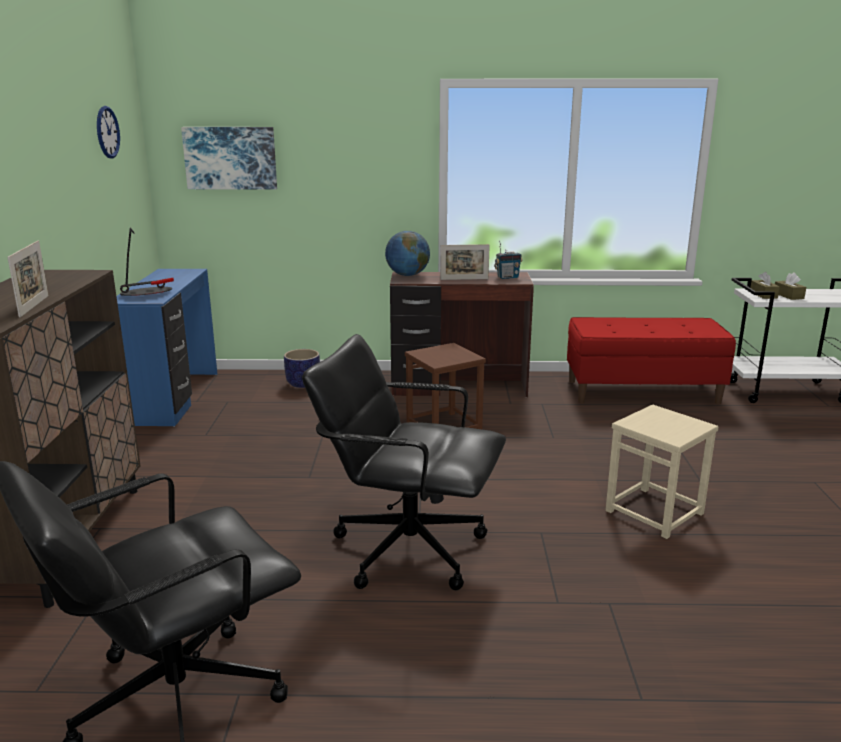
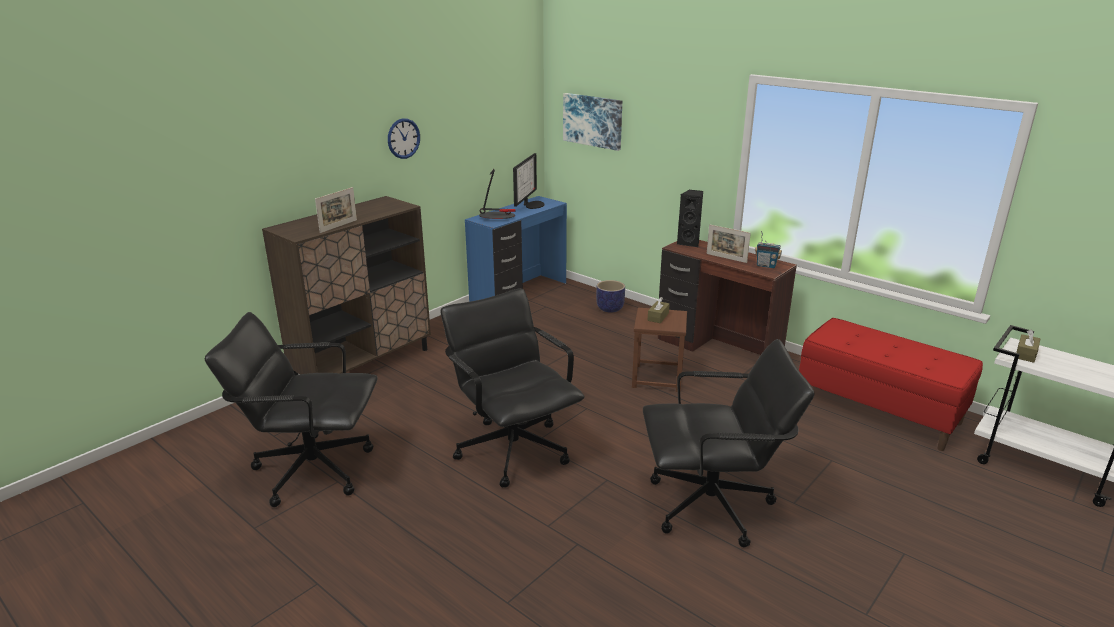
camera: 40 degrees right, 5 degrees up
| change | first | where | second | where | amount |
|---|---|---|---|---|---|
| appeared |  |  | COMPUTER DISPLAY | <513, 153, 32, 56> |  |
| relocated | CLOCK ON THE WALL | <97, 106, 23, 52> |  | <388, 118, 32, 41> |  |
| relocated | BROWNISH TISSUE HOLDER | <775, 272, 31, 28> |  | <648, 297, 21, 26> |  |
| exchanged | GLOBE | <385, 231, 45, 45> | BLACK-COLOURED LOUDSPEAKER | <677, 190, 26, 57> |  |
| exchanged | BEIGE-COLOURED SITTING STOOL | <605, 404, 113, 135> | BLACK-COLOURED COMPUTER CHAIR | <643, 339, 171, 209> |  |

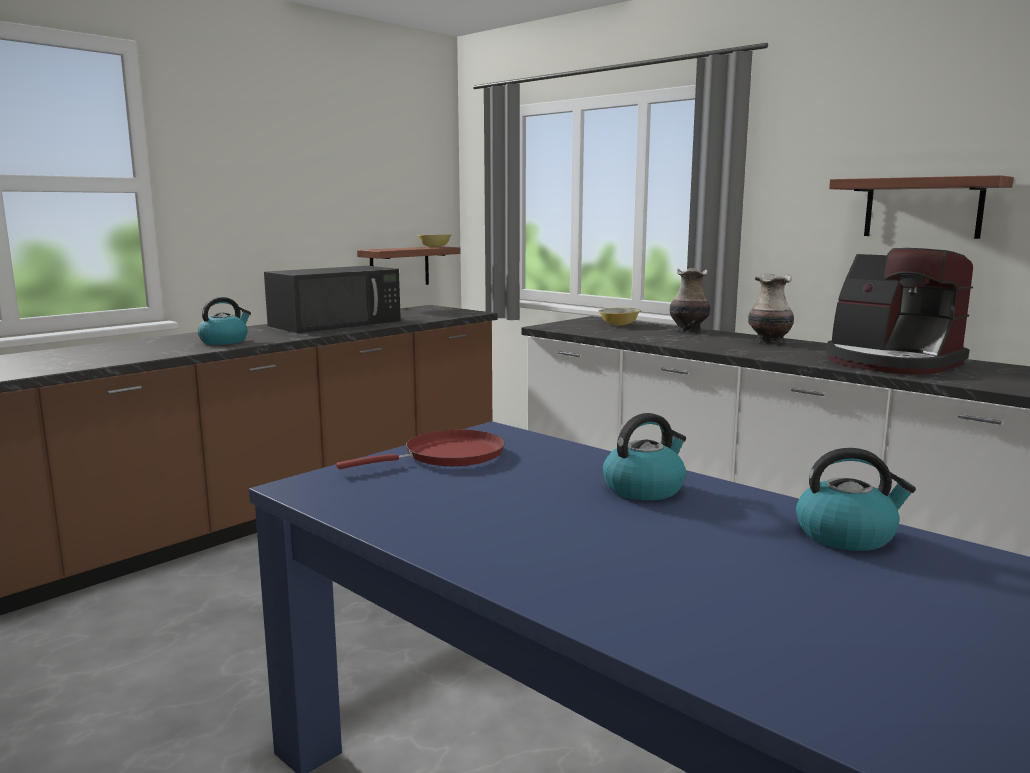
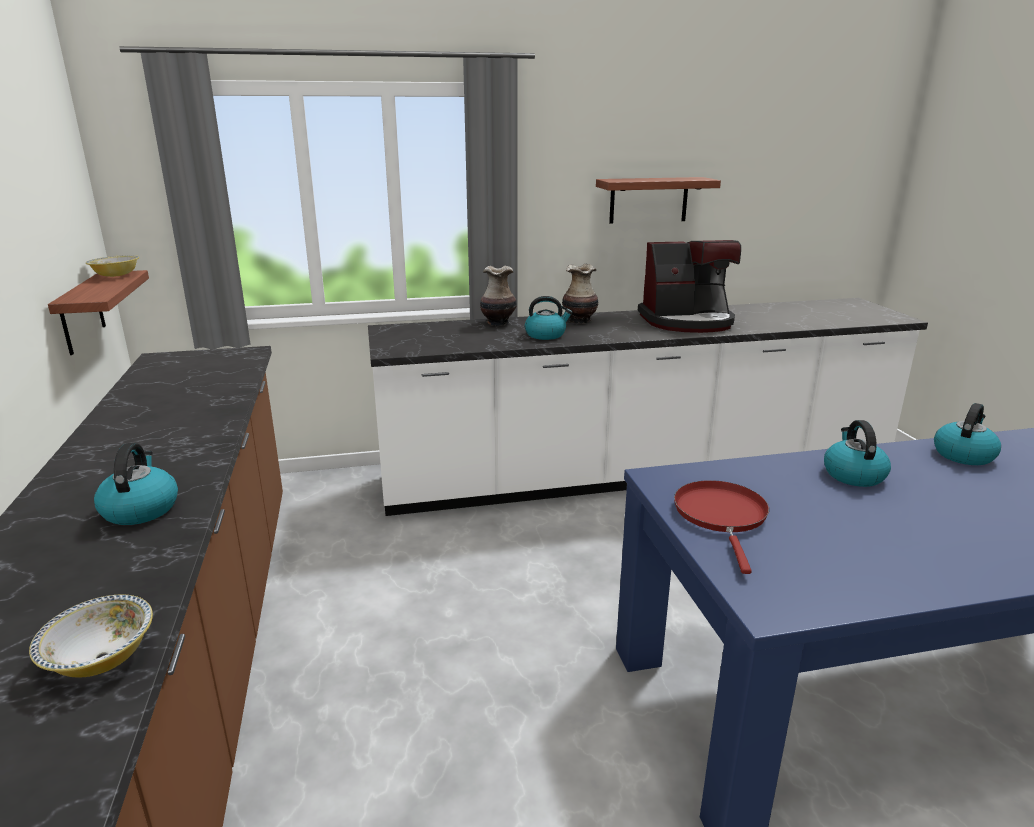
camera: 55 degrees left, 10 degrees up
| change | first | where | second | where | amount |
|---|---|---|---|---|---|
| missing | BLACK-COLOURED MICROWAVE OVEN | <264, 266, 137, 67> |  |  |  |
| appeared |  |  | WATER KETTLE | <525, 296, 48, 44> |  |
| relocated | BOWL | <598, 308, 43, 17> |  | <29, 595, 124, 82> |  |

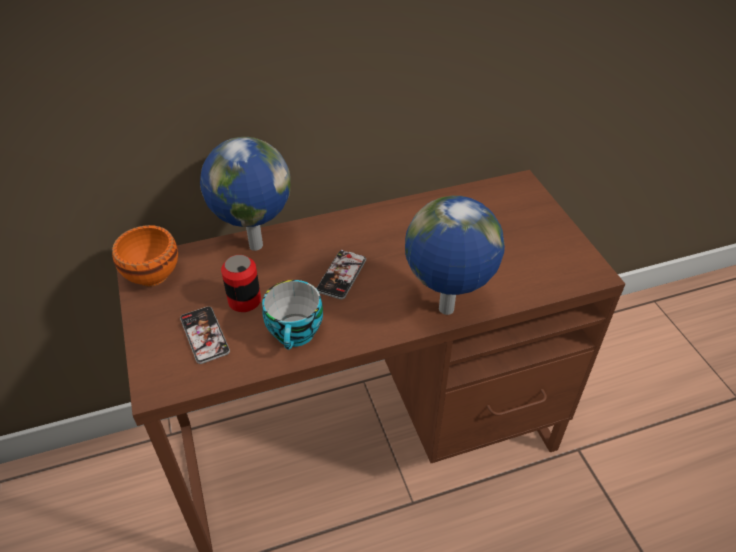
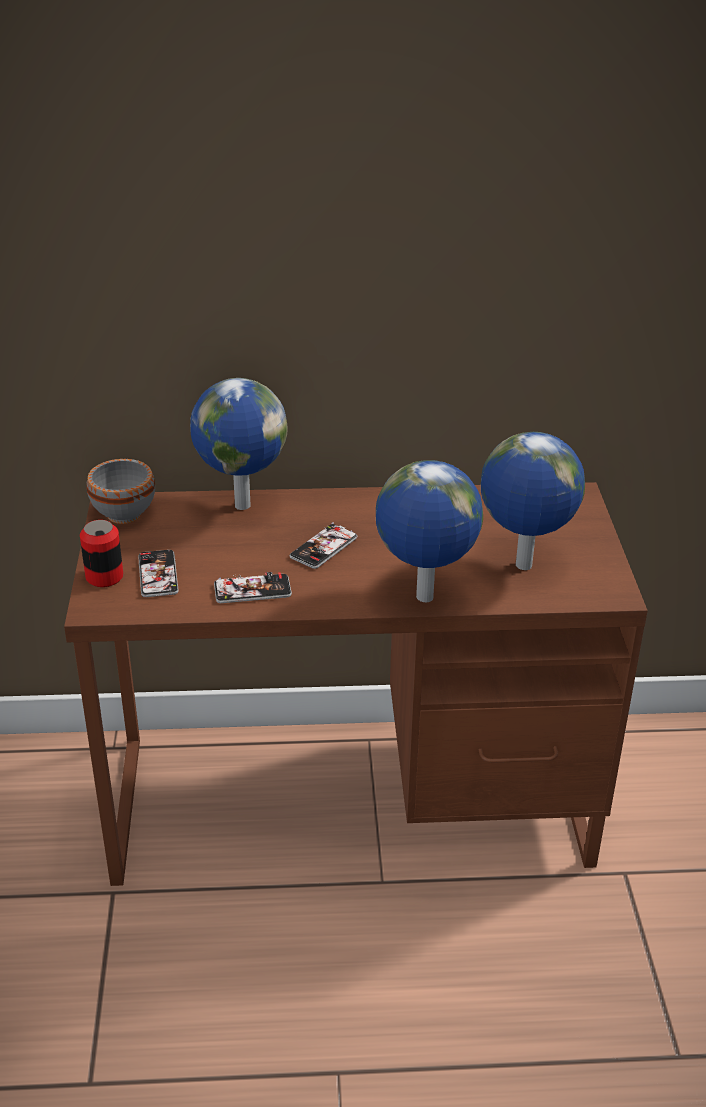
camera: 15 degrees right, 10 degrees down
| change | first | where | second | where | amount |
|---|---|---|---|---|---|
| appeared |  |  | GLOBE | <481, 432, 104, 138> |  |
| relocated | CAN | <221, 255, 40, 57> |  | <80, 520, 43, 67> |  |
| exchanged | DRINKING CUP | <262, 280, 61, 70> | PHONE | <214, 572, 78, 31> |  |
| colour | ORANGE BOWL | <112, 225, 66, 62> | GREYISH BOWL | <87, 459, 68, 65> |  |

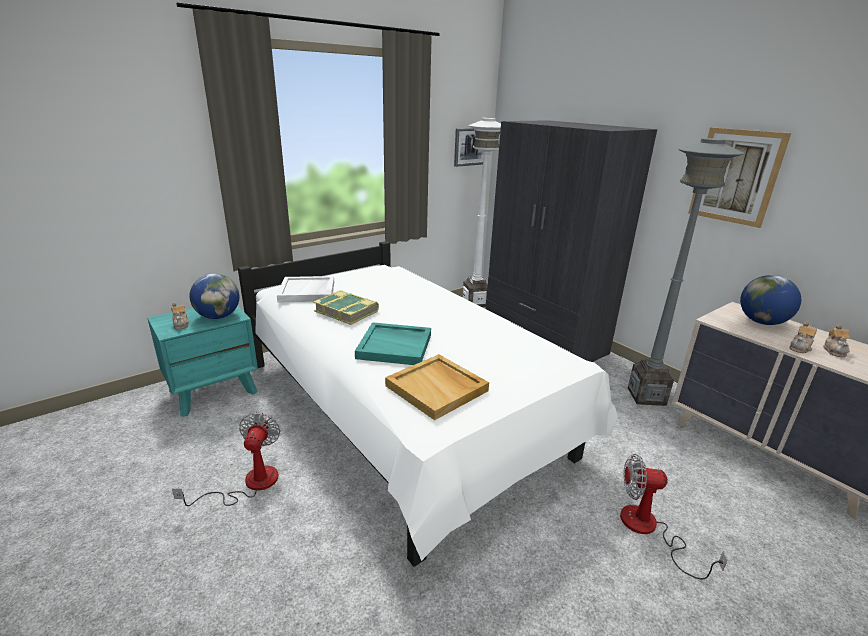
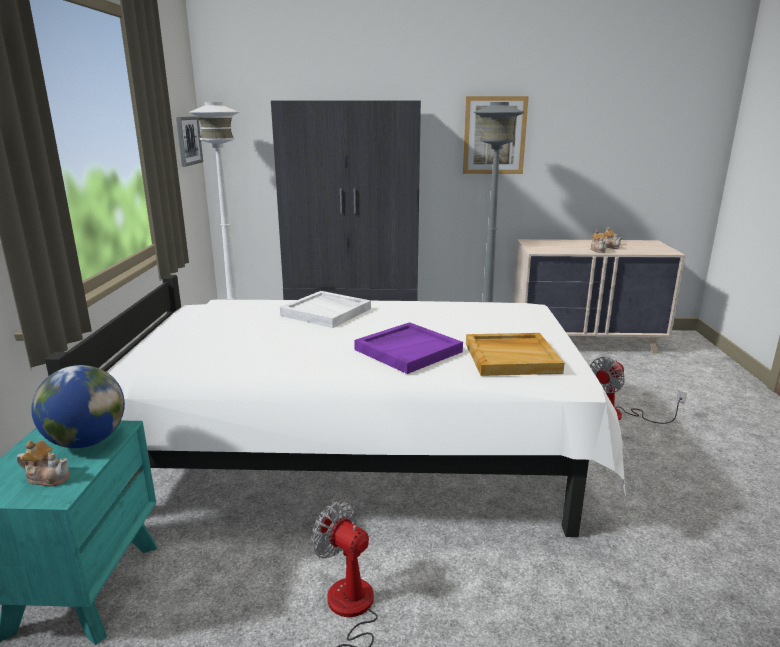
camera: 50 degrees left, 5 degrees down
| change | first | where | second | where | amount |
|---|---|---|---|---|---|
| missing | VOLUME | <313, 290, 66, 35> |  |  |  |
| missing | GLOBE | <740, 275, 61, 50> |  |  |  |
| relocated | WHITE-COLOURED CARRYING TRAY | <277, 276, 57, 27> |  | <280, 291, 91, 37> |  |
| colour | BLUE-GREEN CARRYING TRAY | <355, 322, 76, 43> | PURPLISH CARRYING TRAY | <354, 322, 109, 52> |  |

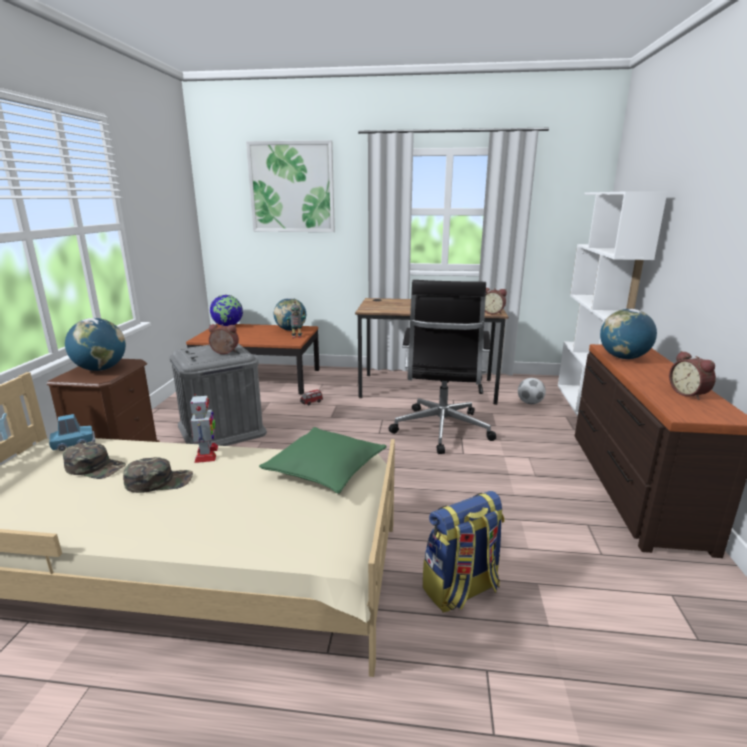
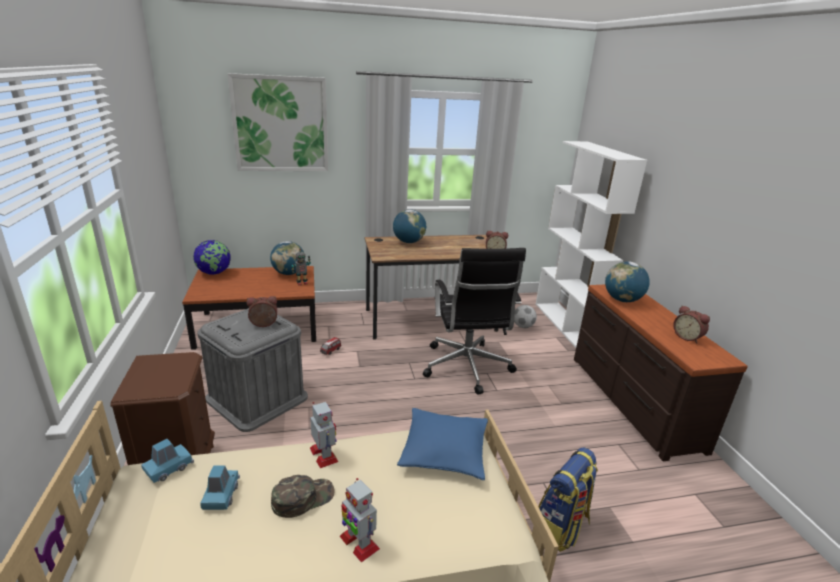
camera: 20 degrees left, 5 degrees up
| change | first | where | second | where | amount |
|---|---|---|---|---|---|
| appeared |  |  | TOY ROBOT | <340, 478, 40, 85> |  |
| relocated | GLOBE | <65, 318, 61, 53> |  | <393, 209, 33, 34> |  |
| exchanged | GREEN-COLOURED CAP | <63, 442, 63, 37> | BLUE-COLOURED MINIATURE CAR | <200, 466, 40, 44> |  |
| colour | GREEN-COLOURED THROW PILLOW | <259, 427, 128, 66> | BLUE-COLOURED THROW PILLOW | <397, 408, 91, 72> |  |

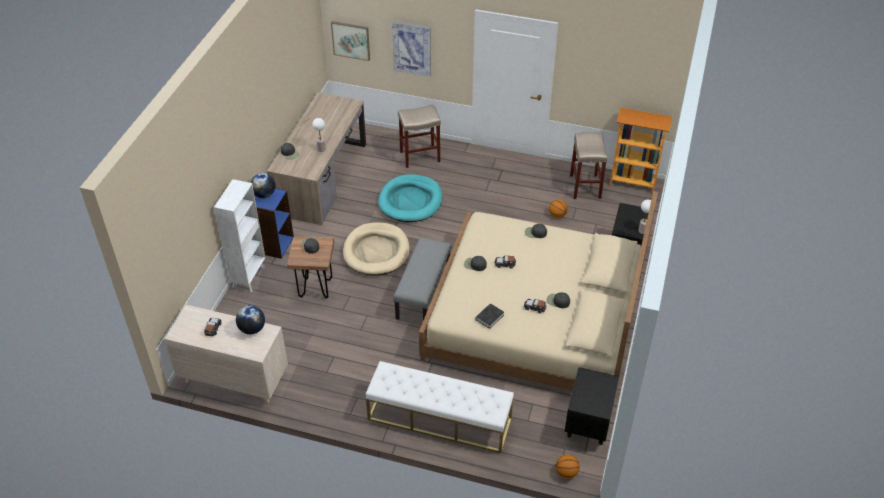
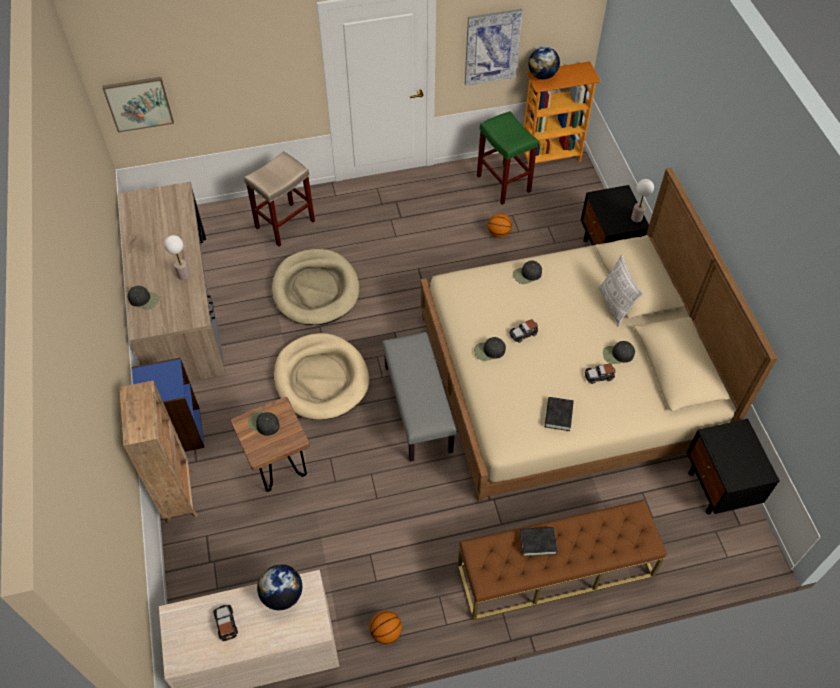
camera: 30 degrees left, 10 degrees up
| change | first | where | second | where | amount |
|---|---|---|---|---|---|
| appeared |  |  | BLACK-COLOURED VOLUME | <520, 527, 38, 29> |  |
| appeared |  |  | THROW PILLOW | <598, 255, 45, 72> |  |
| relocated | GLOBE | <250, 173, 26, 25> |  | <528, 47, 32, 32> |  |
| relocated | WALL ART | <392, 21, 39, 56> |  | <465, 9, 58, 77> |  |
| relocated | BASKETBALL BALL | <556, 454, 24, 25> |  | <370, 611, 32, 33> |  |
| colour | WHITE-COLOURED SHELVING UNIT | <214, 179, 52, 113> | BROWNISH SHELVING UNIT | <120, 380, 78, 144> |  |
| colour | WHITE-COLOURED BENCH | <366, 361, 148, 92> | BROWNISH BENCH | <458, 500, 209, 120> |  |
| colour | BLUE-GREEN DOG BED | <378, 174, 64, 49> | BEIGE-COLOURED DOG BED | <272, 249, 87, 76> |  |
| colour | BEIGE-COLOURED SITTING STOOL | <570, 132, 37, 67> | GREEN-COLOURED SITTING STOOL | <477, 111, 61, 94> |  |

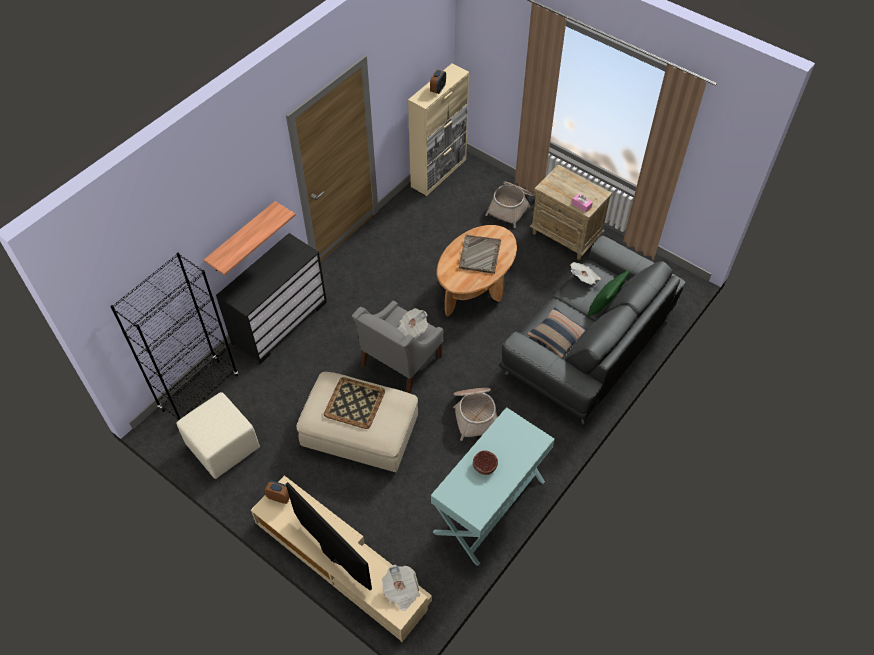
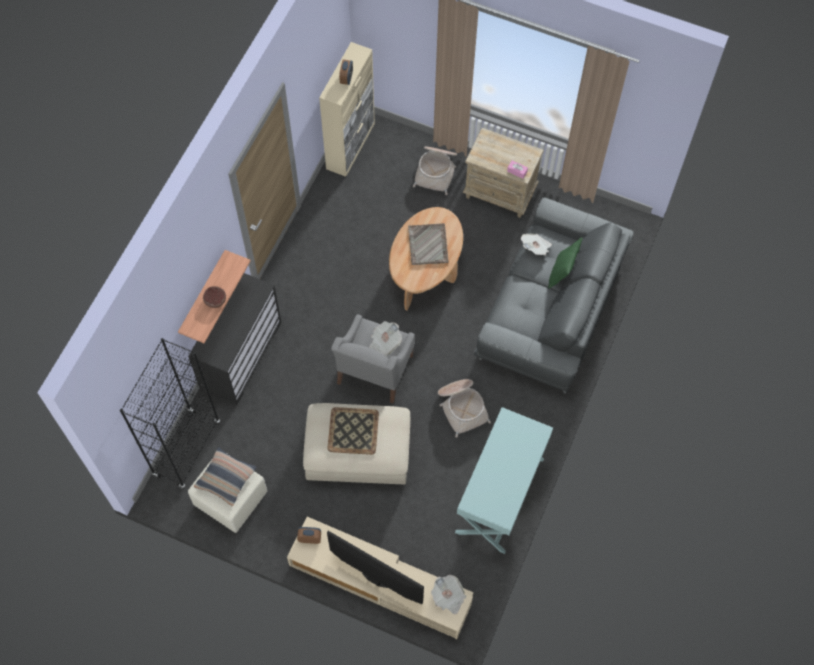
camera: 15 degrees left, 10 degrees up
| change | first | where | second | where | amount |
|---|---|---|---|---|---|
| relocated | BOWL | <473, 450, 25, 25> |  | <203, 286, 23, 22> |  |
| relocated | THROW PILLOW | <527, 307, 59, 51> |  | <194, 447, 62, 60> |  |

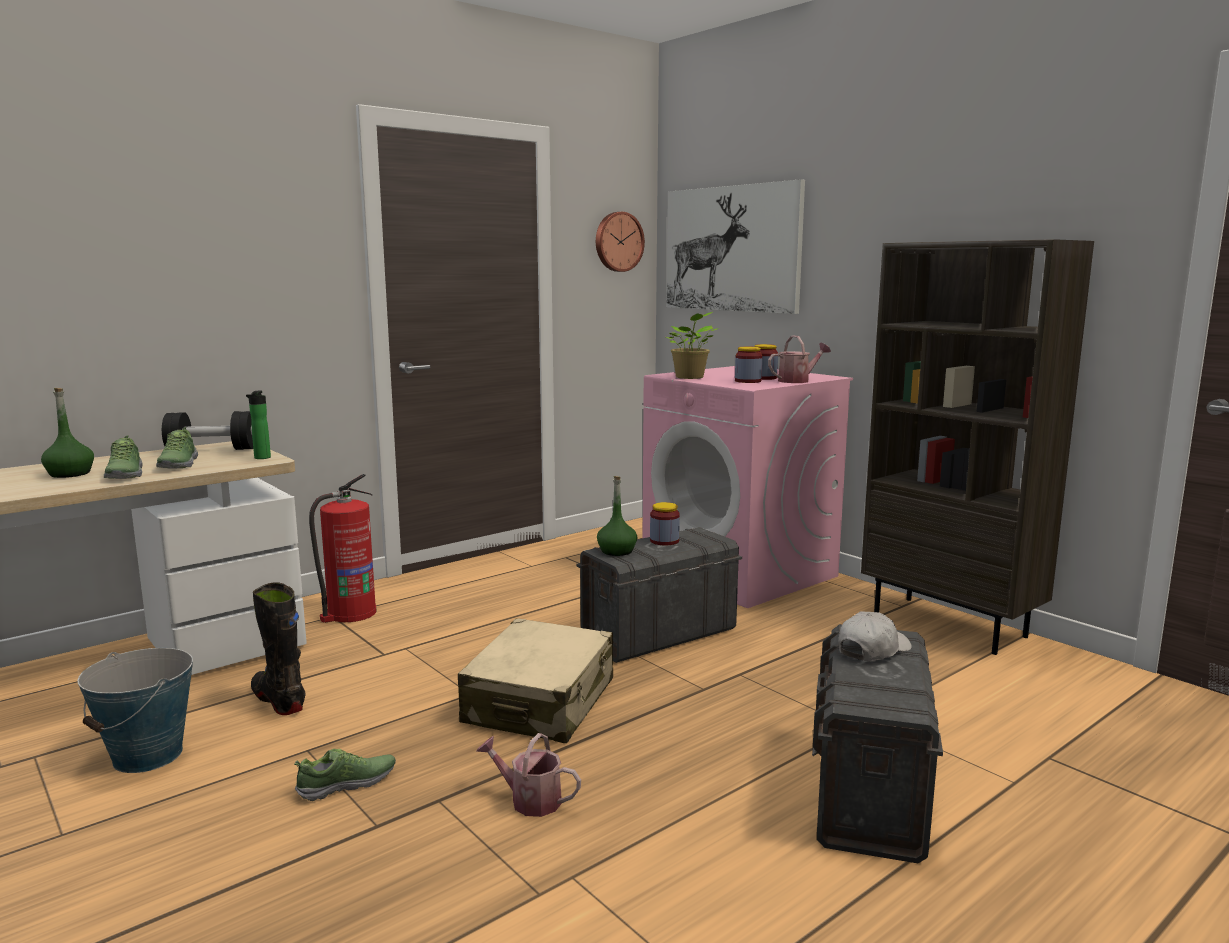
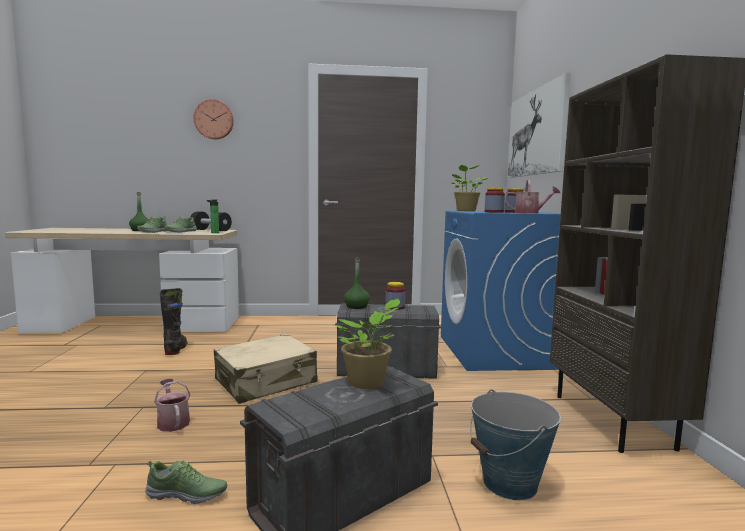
camera: 35 degrees right, 5 degrees down
| change | first | where | second | where | amount |
|---|---|---|---|---|---|
| missing | EXTINGUISHER | <309, 474, 67, 149> |  |  |  |
| relocated | WATER BUCKET | <77, 648, 116, 125> |  | <470, 389, 91, 111> |  |
| relocated | SHOE | <294, 749, 102, 52> |  | <145, 461, 82, 43> |  |
| relocated | CLOCK ON THE WALL | <596, 212, 49, 60> |  | <194, 99, 40, 40> |  |
| exchanged | WHITE-COLOURED CAP | <838, 611, 74, 50> | HOUSEPLANT | <331, 299, 69, 90> |  |
| colour | PINKISH WASHING MACHINE | <643, 366, 210, 242> | BLUE-COLOURED WASHING MACHINE | <441, 211, 120, 160> |  |

